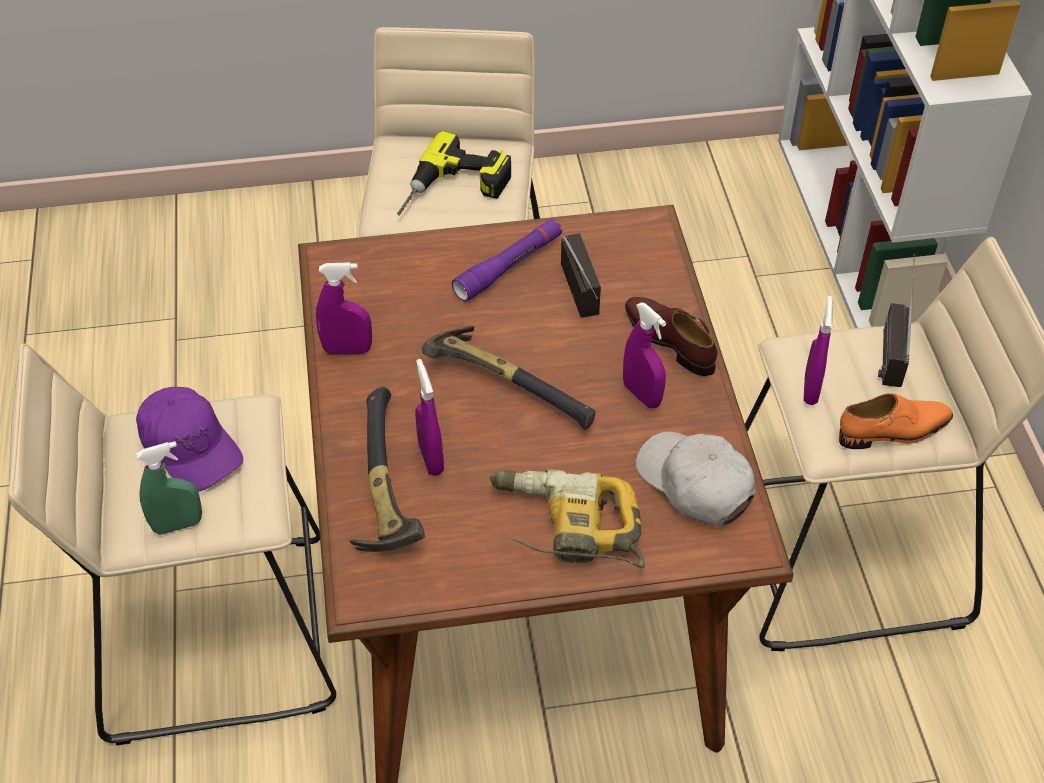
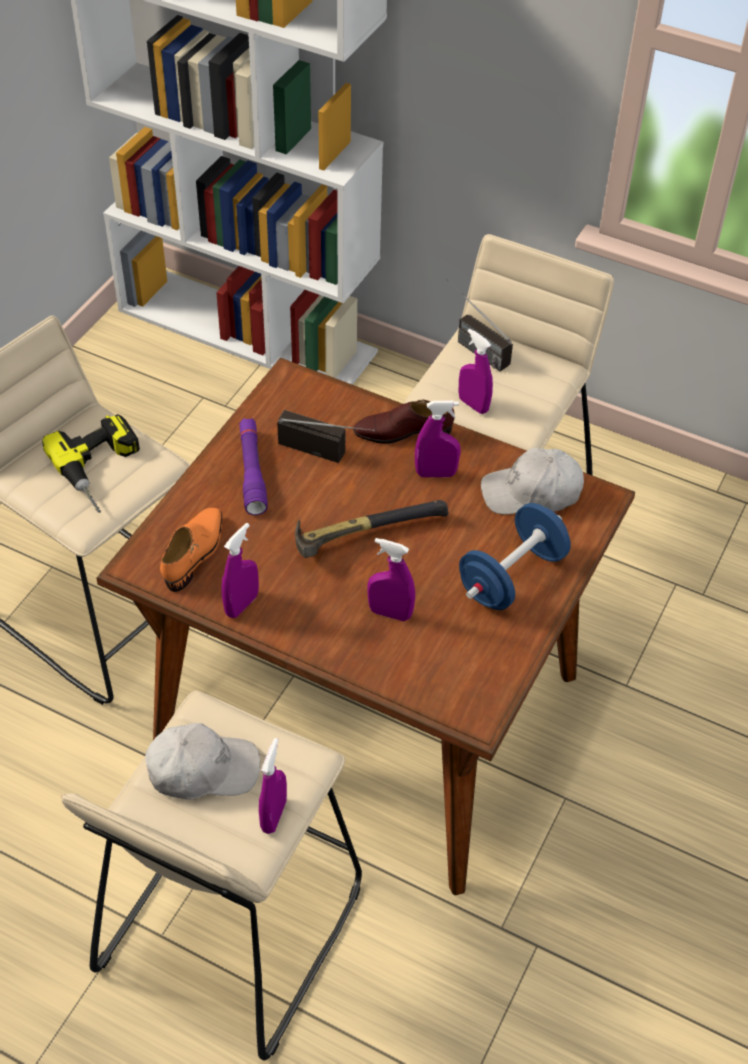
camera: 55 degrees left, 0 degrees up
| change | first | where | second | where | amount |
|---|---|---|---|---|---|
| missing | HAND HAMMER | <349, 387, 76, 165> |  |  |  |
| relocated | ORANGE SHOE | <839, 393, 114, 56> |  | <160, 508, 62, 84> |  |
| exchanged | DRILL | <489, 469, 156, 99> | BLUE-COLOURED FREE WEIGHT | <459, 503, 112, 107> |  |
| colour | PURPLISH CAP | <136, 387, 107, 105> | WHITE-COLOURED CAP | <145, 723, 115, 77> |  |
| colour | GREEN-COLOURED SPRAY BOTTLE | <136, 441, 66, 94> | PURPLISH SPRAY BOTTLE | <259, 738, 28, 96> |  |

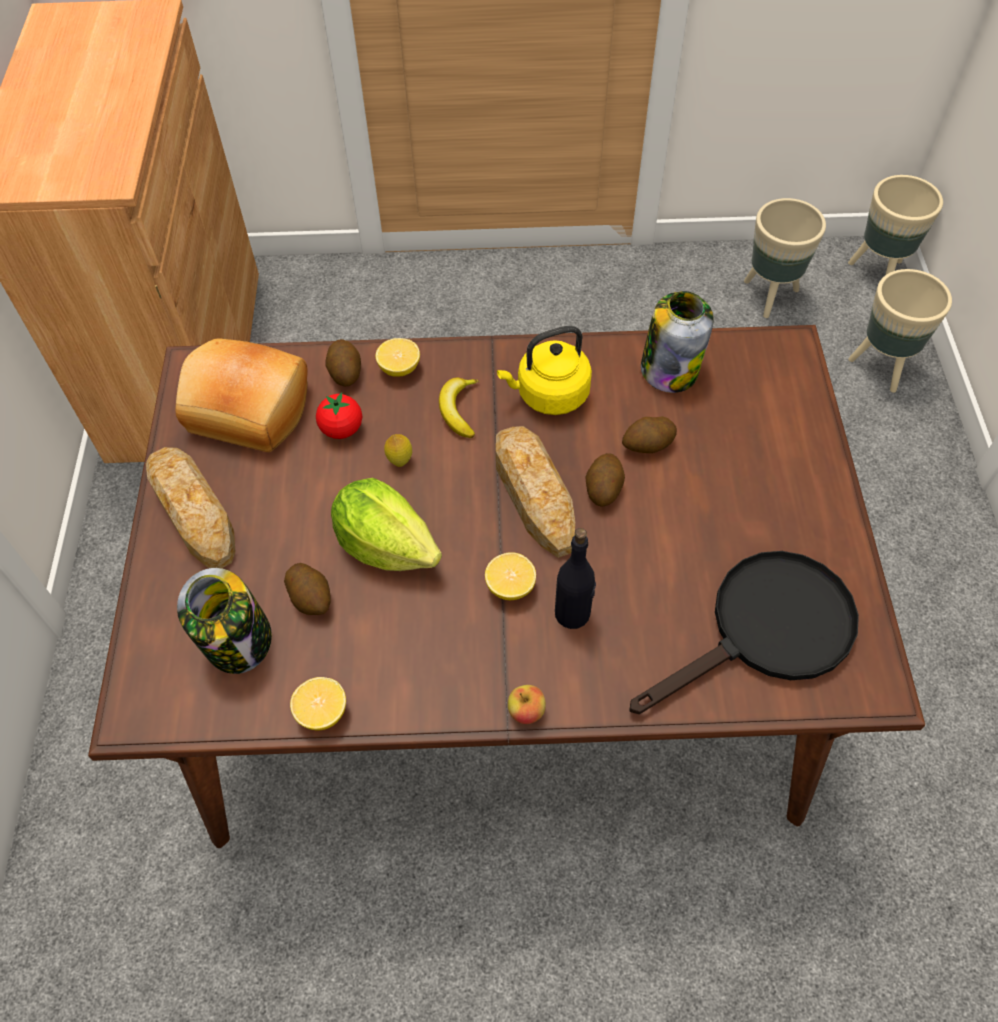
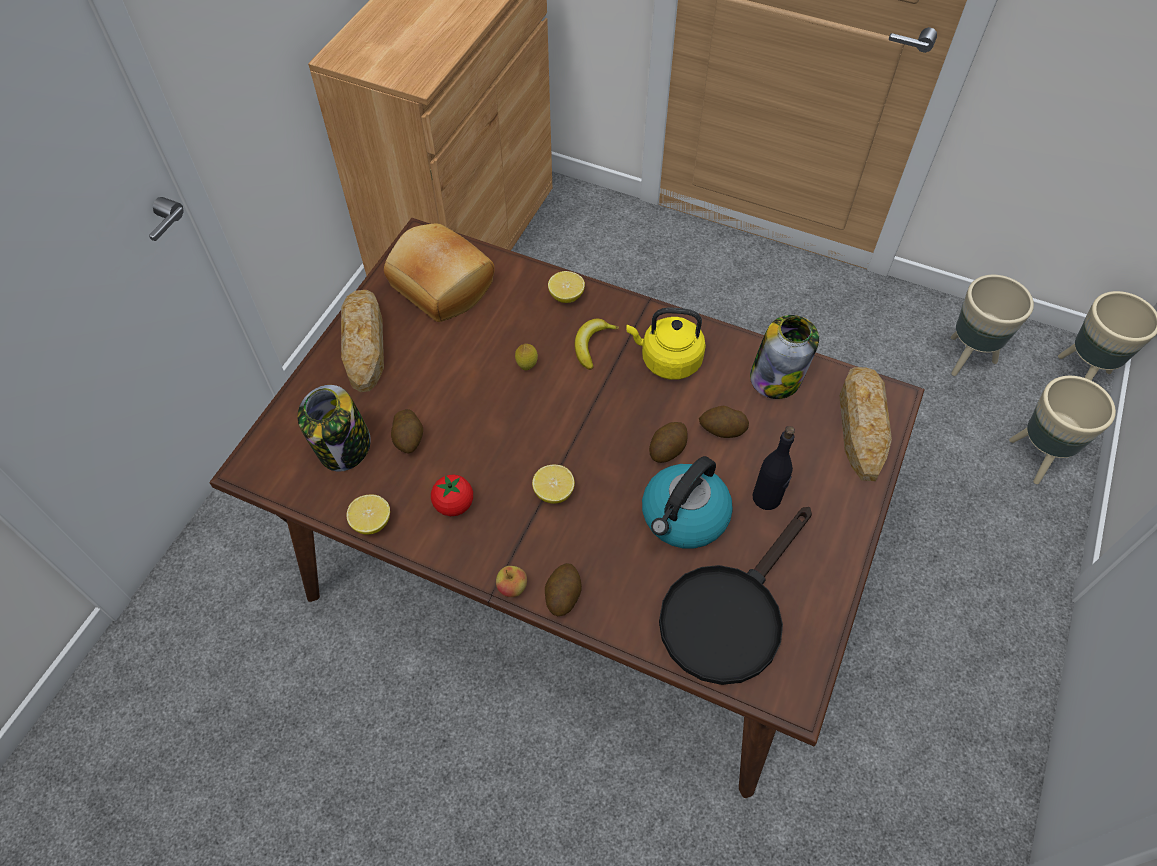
camera: 25 degrees right, 0 degrees up
| change | first | where | second | where | amount |
|---|---|---|---|---|---|
| missing | LETTUCE | <331, 478, 111, 93> |  |  |  |
| appeared |  |  | WATER KETTLE | <642, 456, 91, 92> |  |
| relocated | FRESH TOMATO | <316, 392, 46, 47> |  | <431, 475, 42, 41> |  |
| relocated | POTATO | <325, 339, 36, 48> |  | <545, 563, 37, 53> |  |
| relocated | BREAD | <496, 426, 79, 132> |  | <839, 367, 53, 114> |  |
| relocated | BLACK-COLOURED BEVERAGE BOTTLE | <555, 528, 41, 101> |  | <752, 426, 43, 84> |  |
| spun | BLACK-COLOURED FRYING PAN | <629, 551, 230, 163> |  | <659, 507, 153, 178> | 135 degrees clockwise |

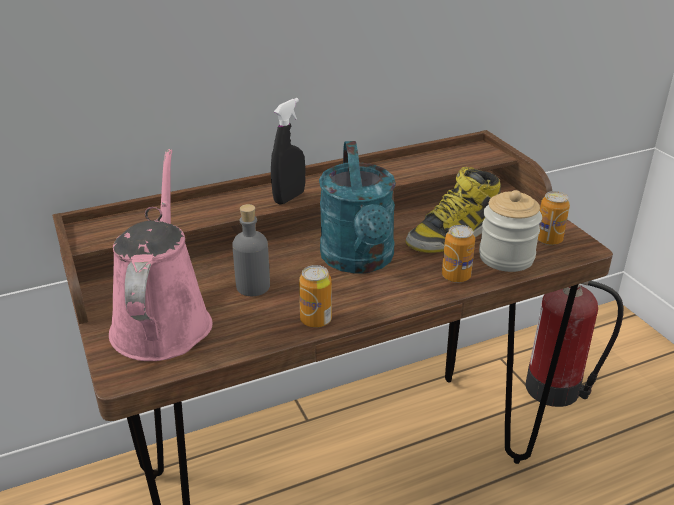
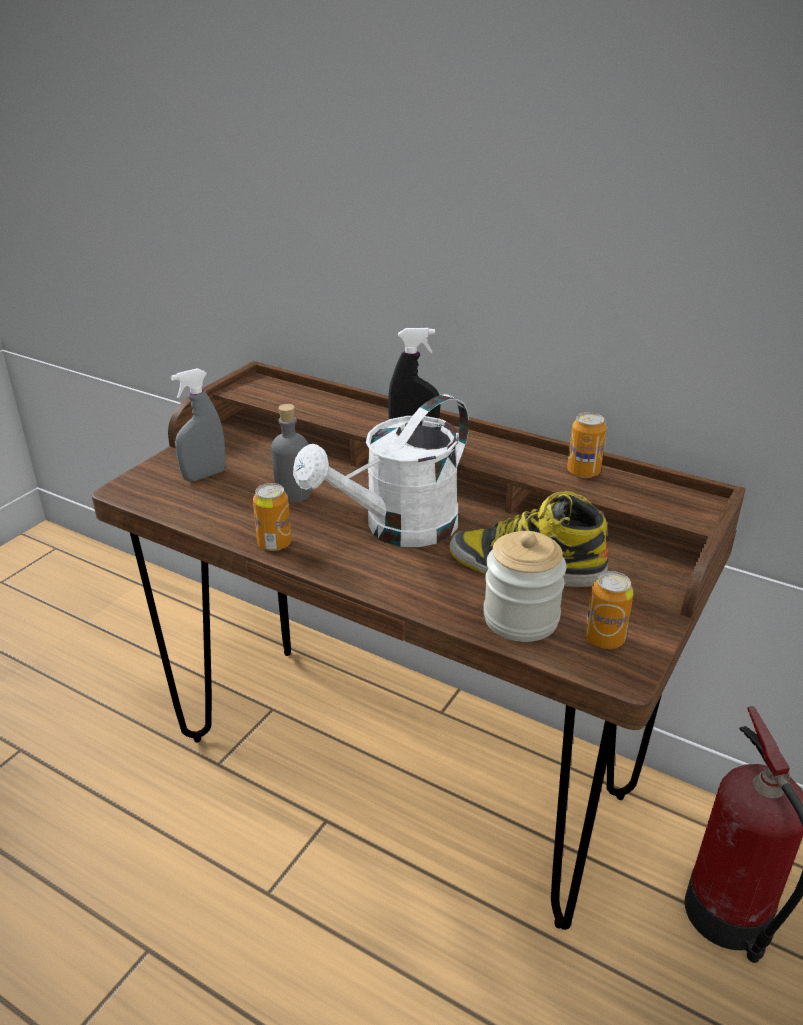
camera: 55 degrees right, 0 degrees up
| change | first | where | second | where | amount |
|---|---|---|---|---|---|
| relocated | CAN | <442, 225, 33, 58> |  | <567, 412, 39, 66> |  |
| exchanged | PINKISH WATERING POT | <109, 149, 104, 212> | GREYISH SPRAY BOTTLE | <171, 368, 55, 113> |  |
| colour | BLUE-GREEN WATERING POT | <319, 141, 77, 133> | WHITE-COLOURED WATERING POT | <293, 394, 176, 153> |  |

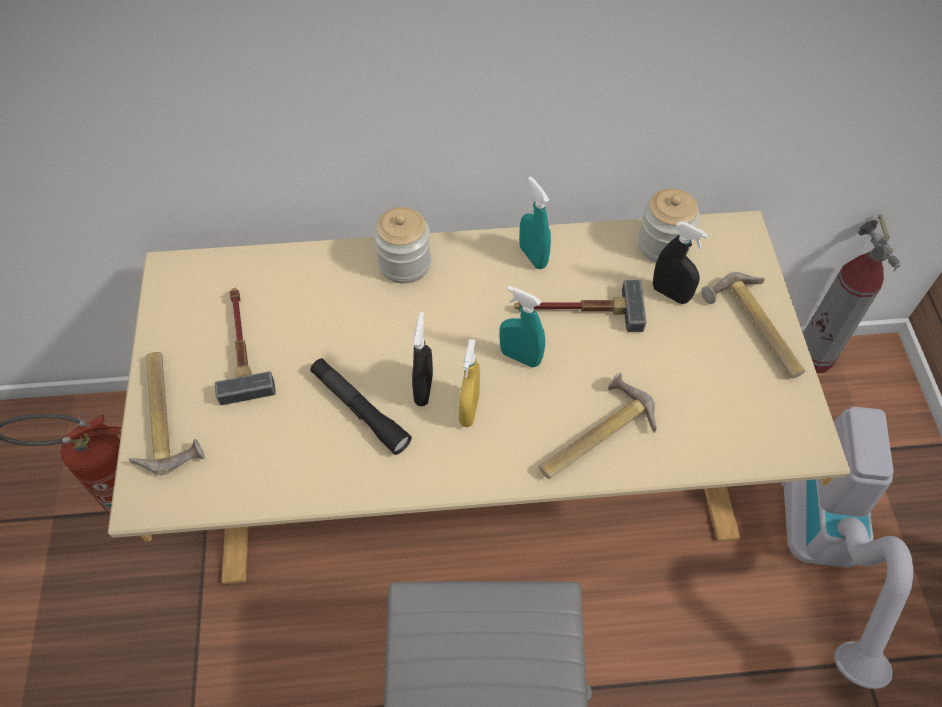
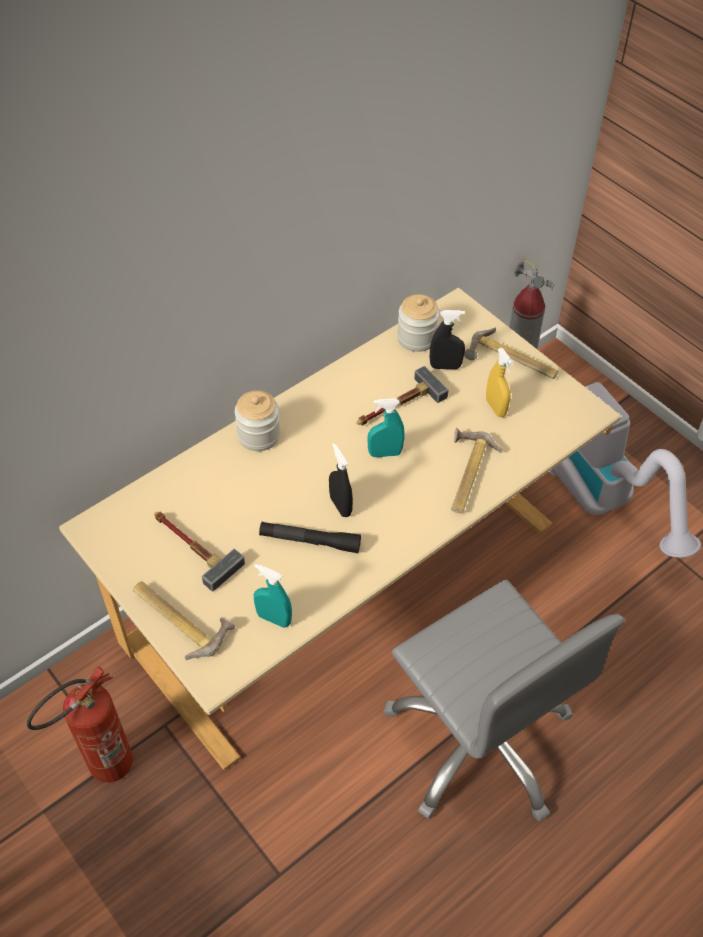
camera: 35 degrees left, 5 degrees down
| change | first | where | second | where | amount |
|---|---|---|---|---|---|
| relocated | YELLOWISH SPRAY BOTTLE | <459, 339, 21, 88> |  | <486, 348, 27, 69> |  |
| relocated | BLUE-GREEN SPRAY BOTTLE | <519, 176, 32, 93> |  | <254, 564, 38, 64> |  |

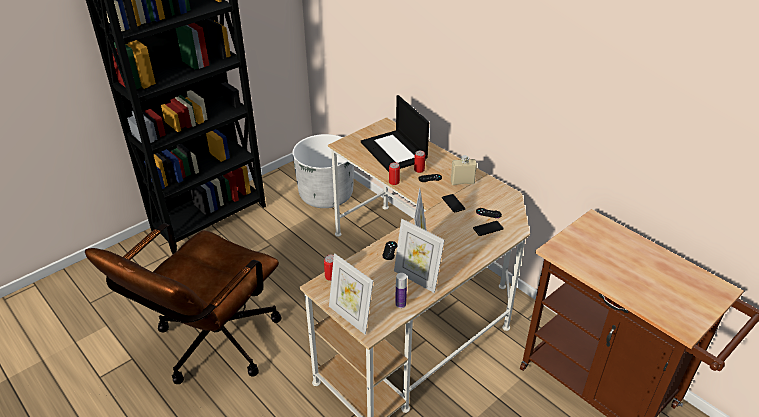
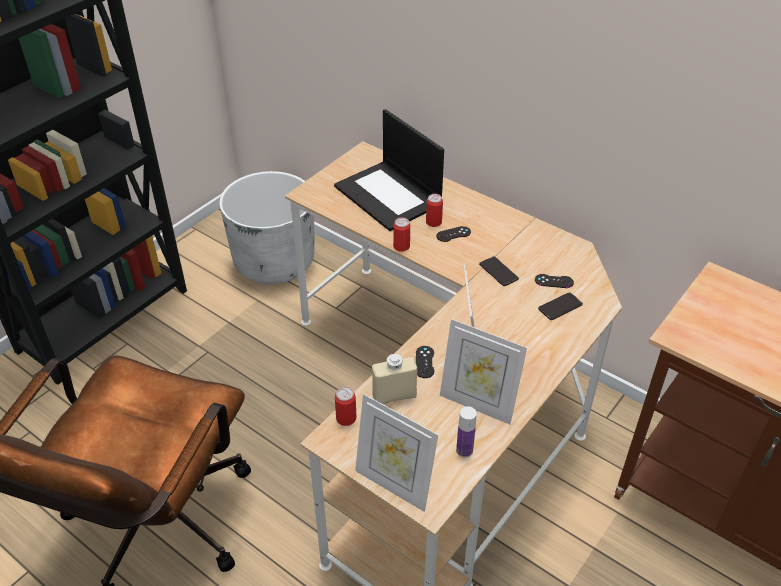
camera: 10 degrees left, 5 degrees up
| change | first | where | second | where | amount |
|---|---|---|---|---|---|
| relocated | BEIGE-COLOURED BEVERAGE BOTTLE | <451, 155, 26, 30> |  | <372, 354, 45, 50> |  |

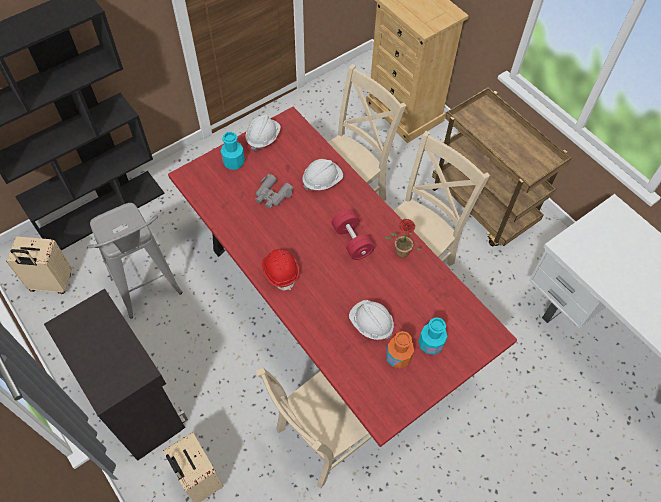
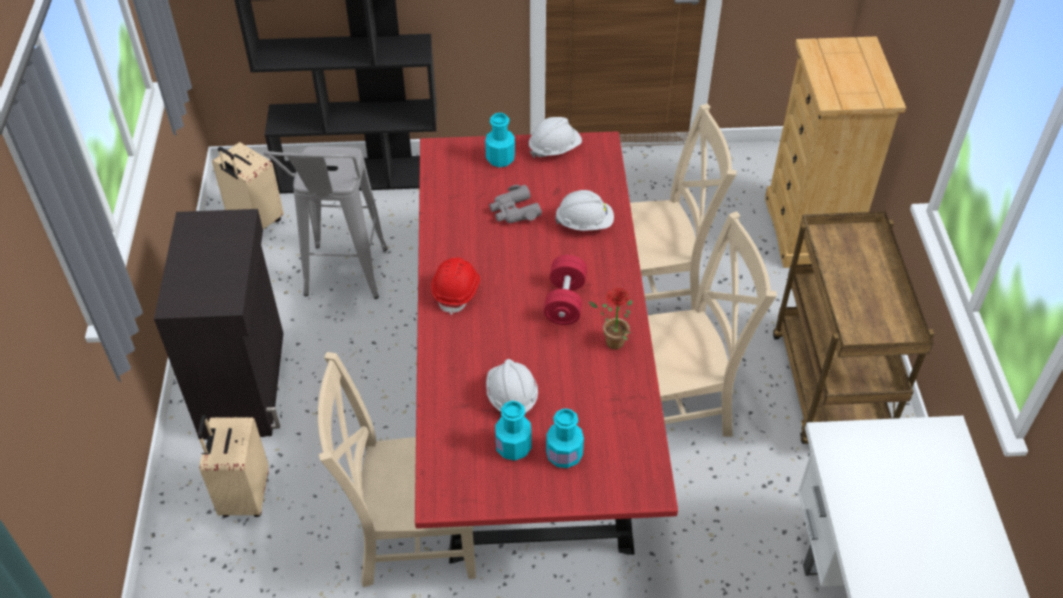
camera: 35 degrees right, 10 degrees down
| change | first | where | second | where | amount |
|---|---|---|---|---|---|
| colour | ORANGE BEVERAGE BOTTLE | <386, 331, 28, 37> | BLUE-GREEN BEVERAGE BOTTLE | <495, 401, 37, 60> |  |

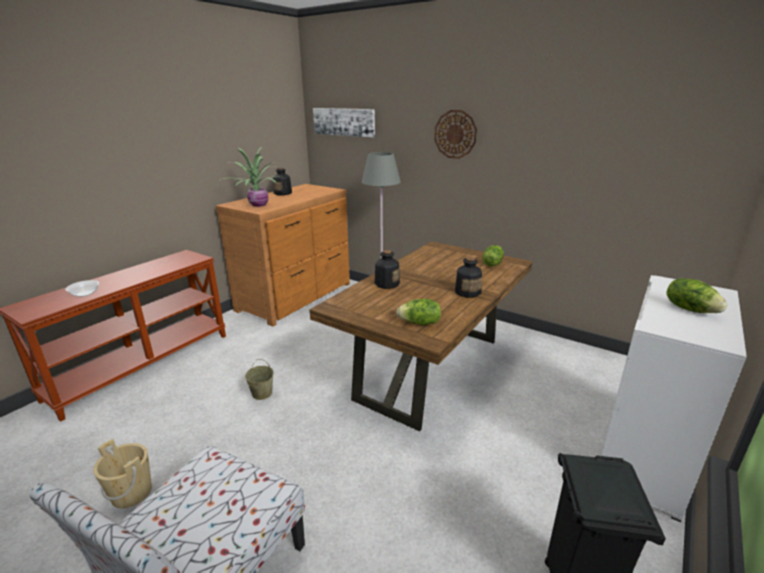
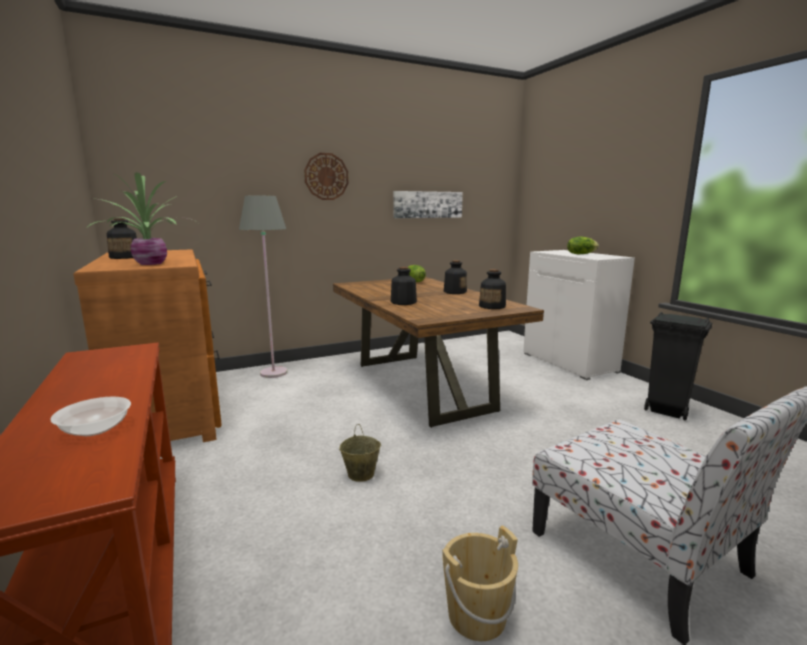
camera: 60 degrees left, 10 degrees down
| change | first | where | second | where | amount |
|---|---|---|---|---|---|
| relocated | WALL ART | <313, 108, 62, 29> |  | <393, 191, 70, 27> |  |
| exchanged | LETTUCE | <396, 299, 45, 26> | BEVERAGE BOTTLE | <479, 269, 27, 40> |  |

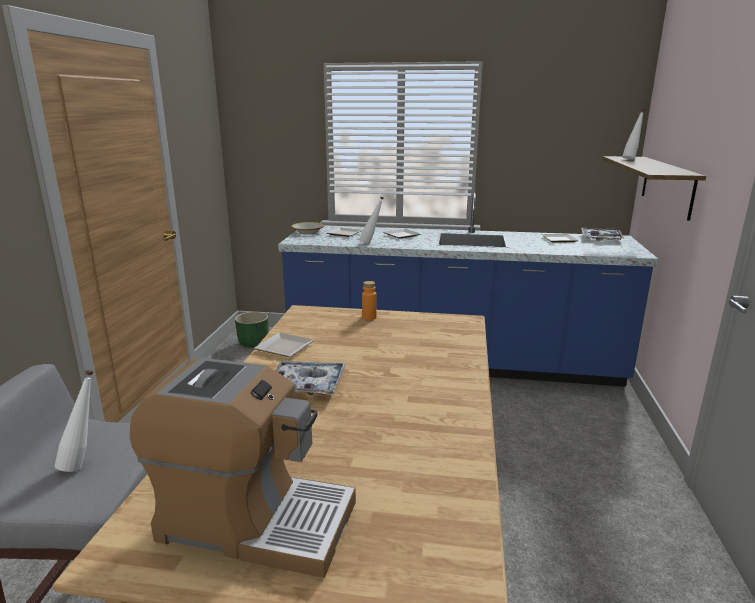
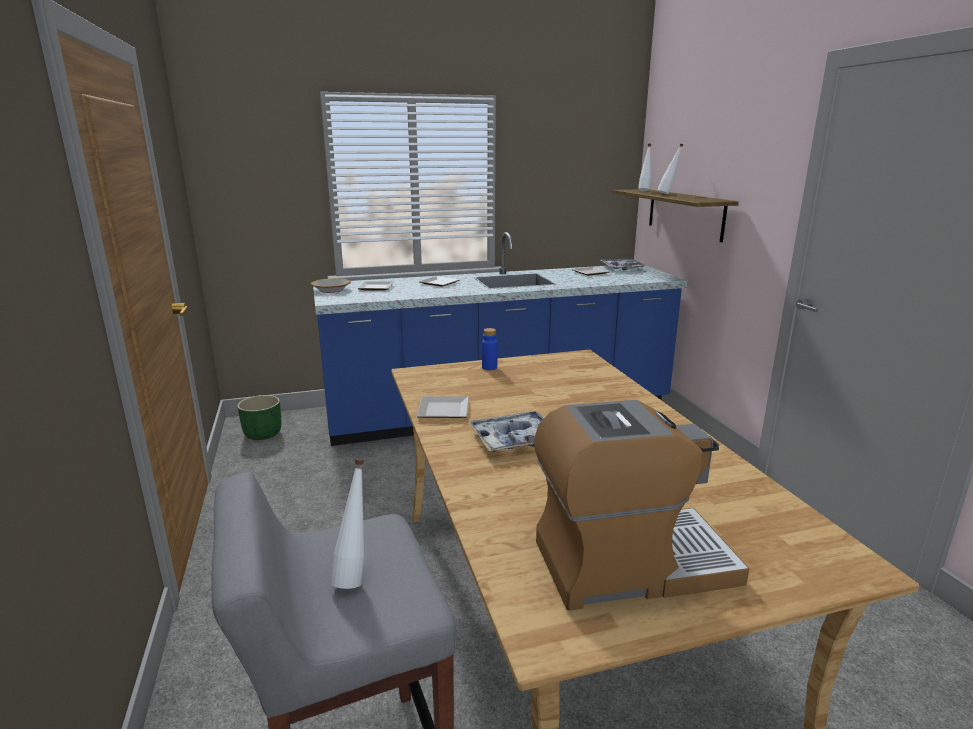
camera: 25 degrees left, 0 degrees up
| change | first | where | second | where | amount |
|---|---|---|---|---|---|
| relocated | WHITE-COLOURED BEVERAGE BOTTLE | <359, 197, 25, 47> |  | <657, 144, 26, 50> |  |
| colour | ORANGE BEVERAGE BOTTLE | <362, 281, 15, 39> | BLUE-COLOURED BEVERAGE BOTTLE | <482, 328, 16, 42> |  |

